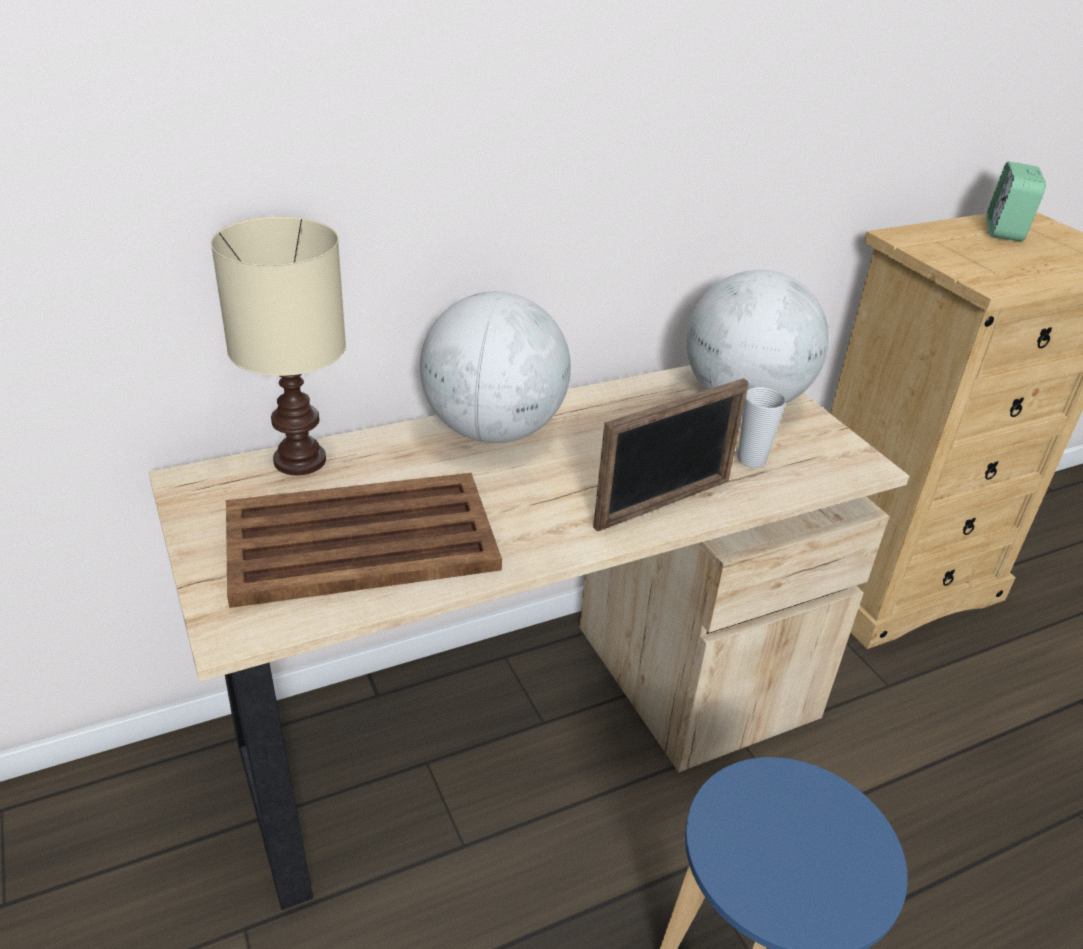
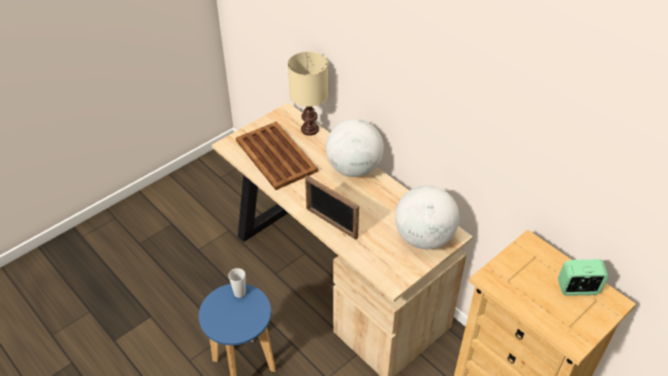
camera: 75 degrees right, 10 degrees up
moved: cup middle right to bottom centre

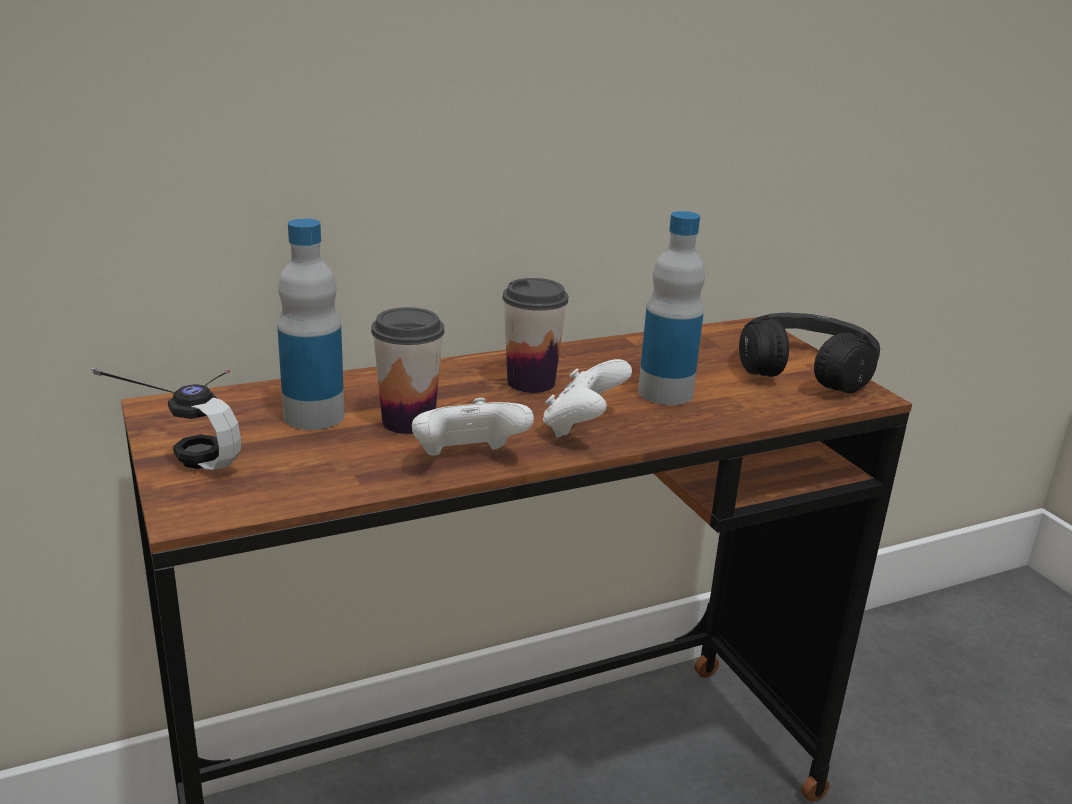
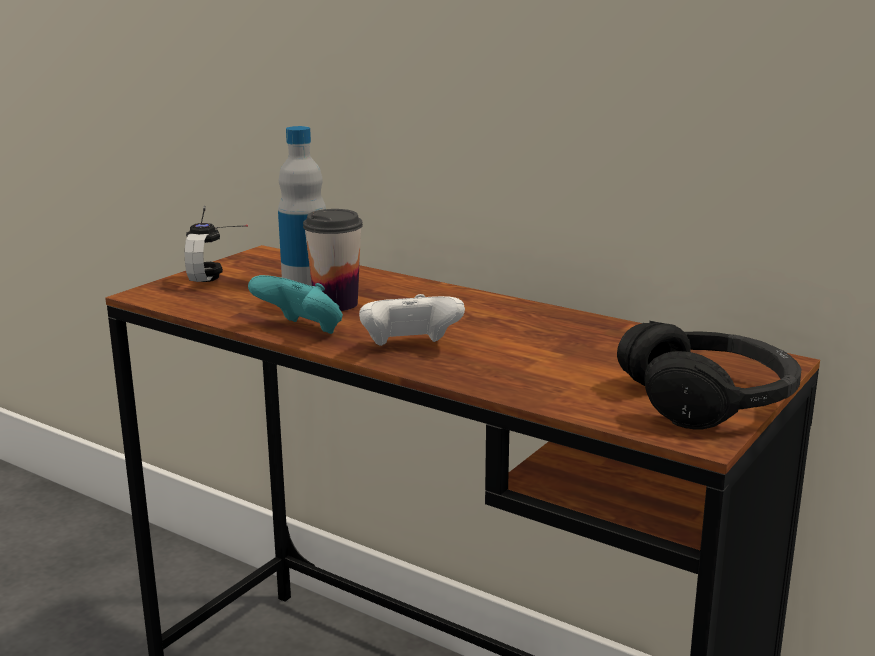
camera: 60 degrees right, 5 degrees down
removed: drink bottle (2nd from left) centre; cup (2nd from left) centre
recoloured: white gamepad (1st from left) centre to turquoise gamepad centre

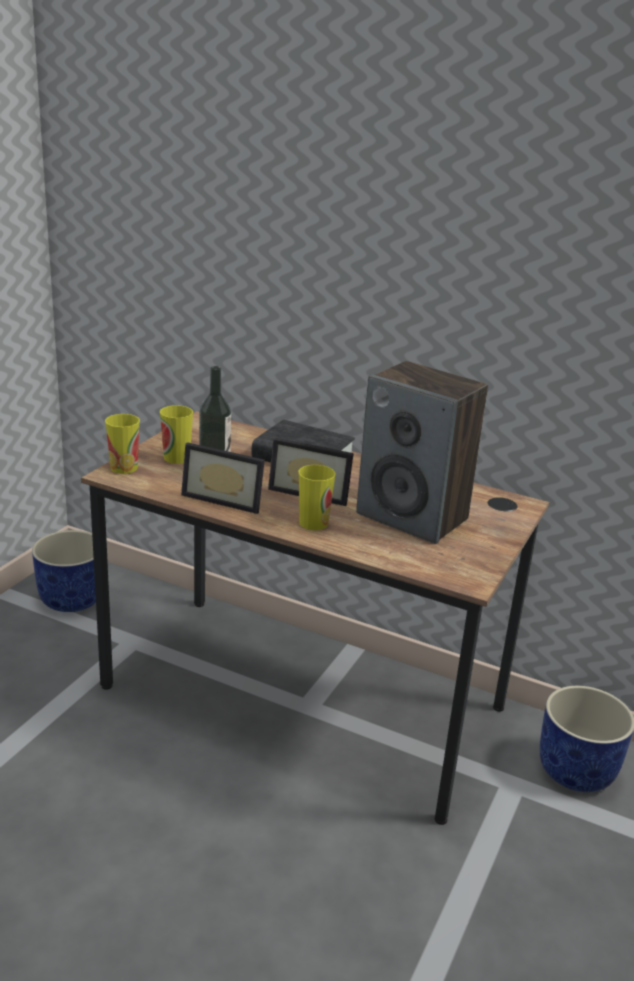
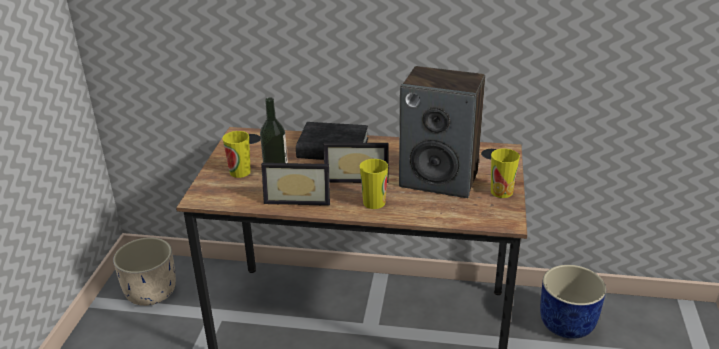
camera: 15 degrees left, 5 degrees up
moved: cup (1st from left in the first image) middle left to cup (3rd from left) middle right
recoloured: bluish plant pot (1st from left) middle left to sand-coloured plant pot bottom left

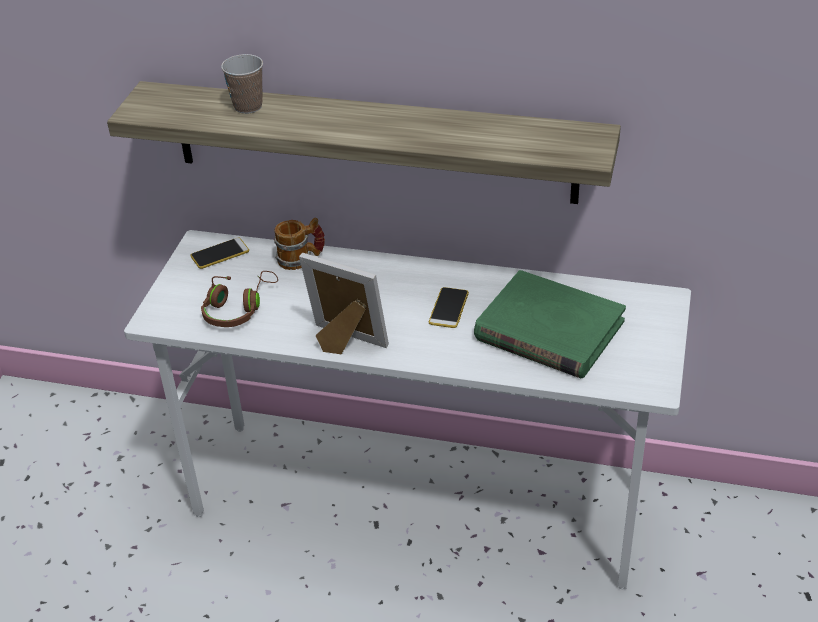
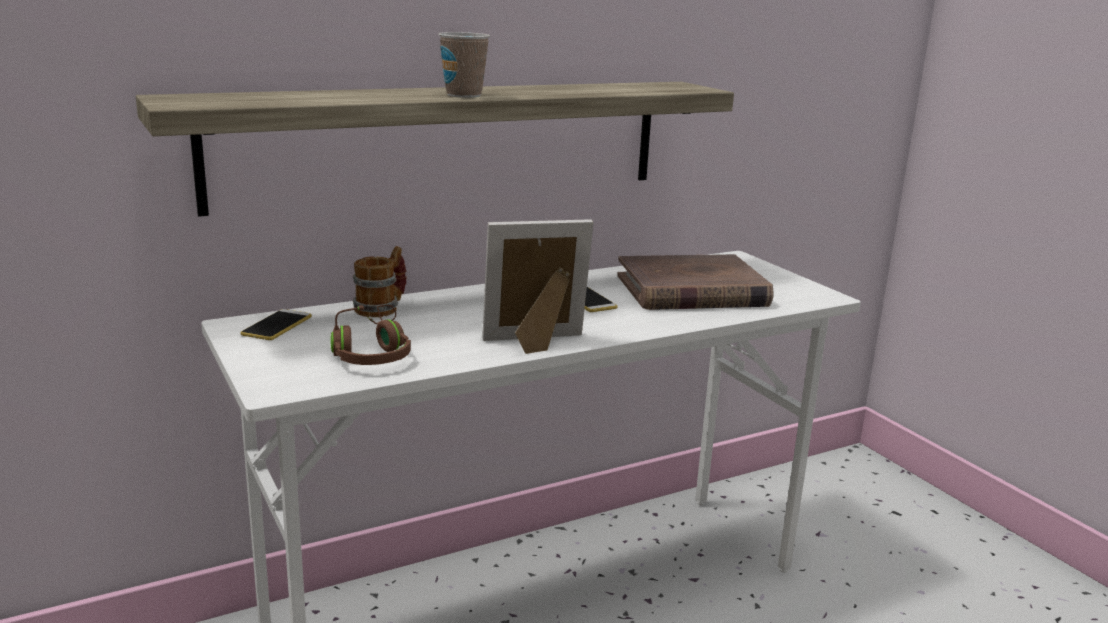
camera: 45 degrees left, 20 degrees down
moved: cup top left to top centre
recoloured: greenish volume middle right to brown volume centre

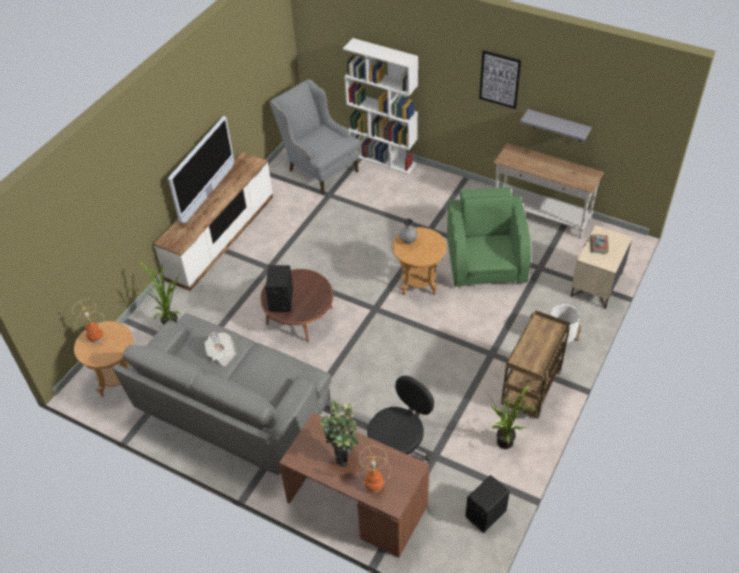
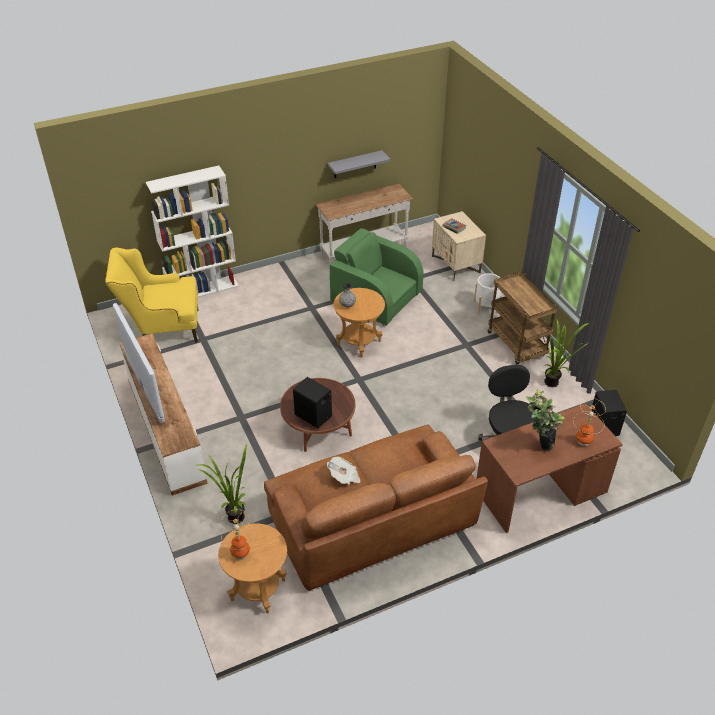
camera: 55 degrees left, 5 degrees down
removed: picture top right
recoloured: grey easy chair top centre to yellowish easy chair middle left; grey sofa bottom left to brown sofa bottom centre

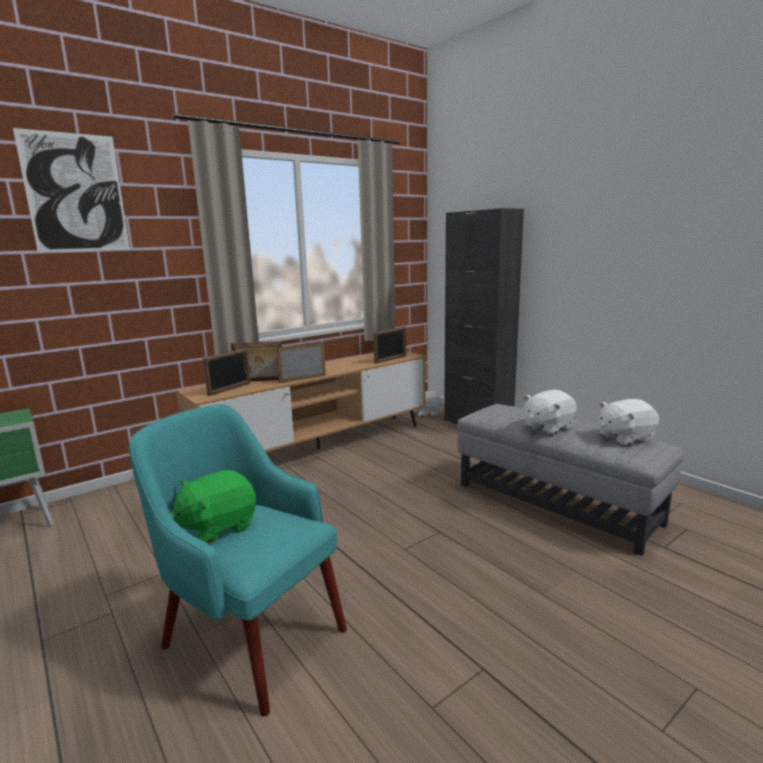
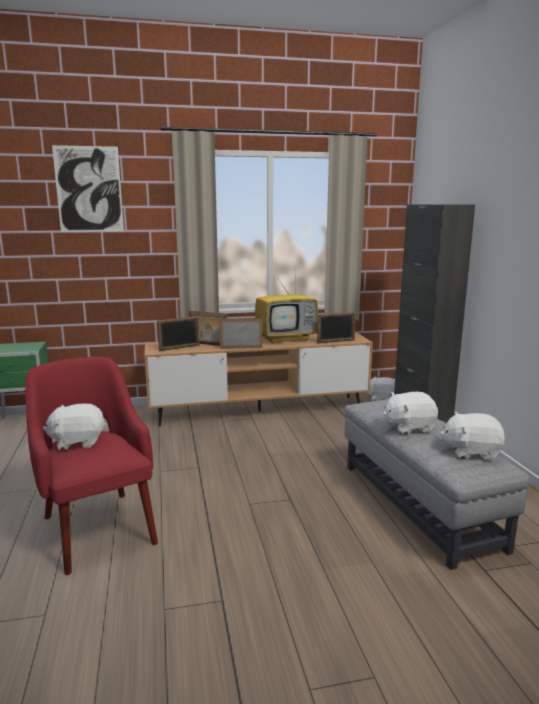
camera: 25 degrees right, 0 degrees up
added: TV set centre
recoloured: turquoise easy chair bottom left to red-coloured easy chair middle left; greenish soft toy middle left to white soft toy (1st from left) middle left

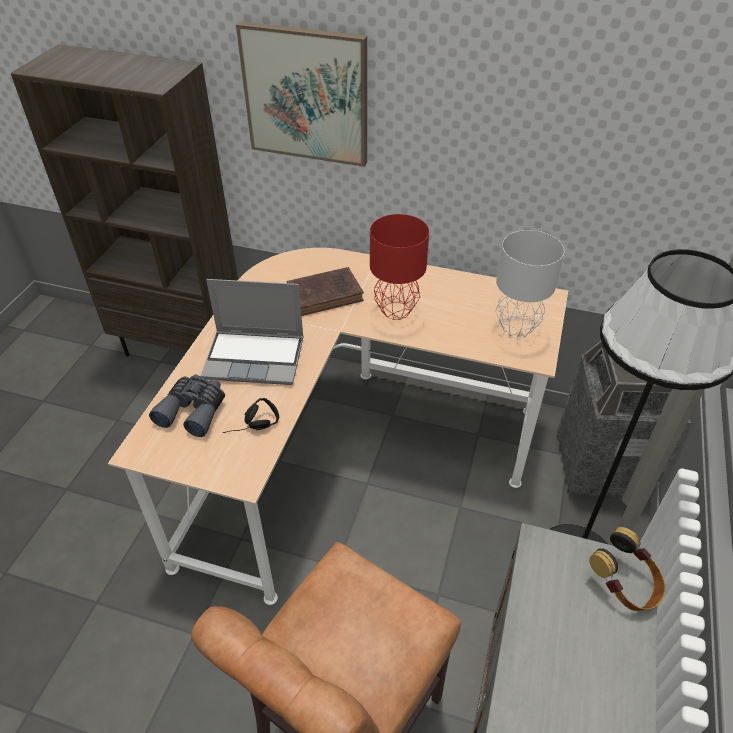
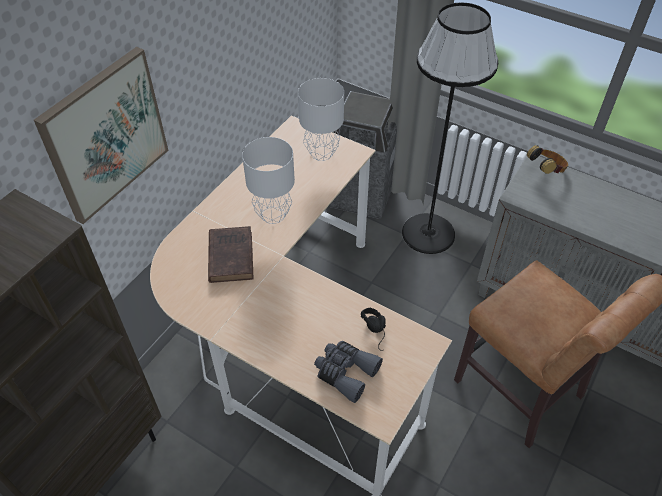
camera: 75 degrees left, 5 degrees up
removed: laptop centre
recoloured: red-coloured table lamp centre to grey table lamp (1st from left) centre

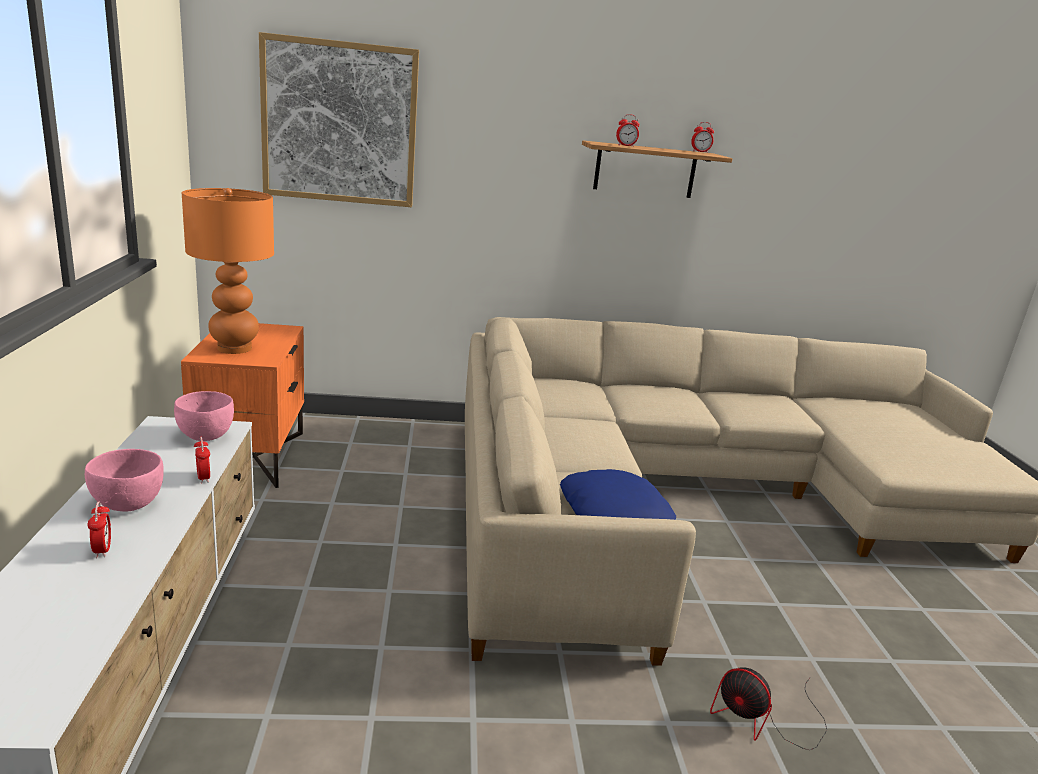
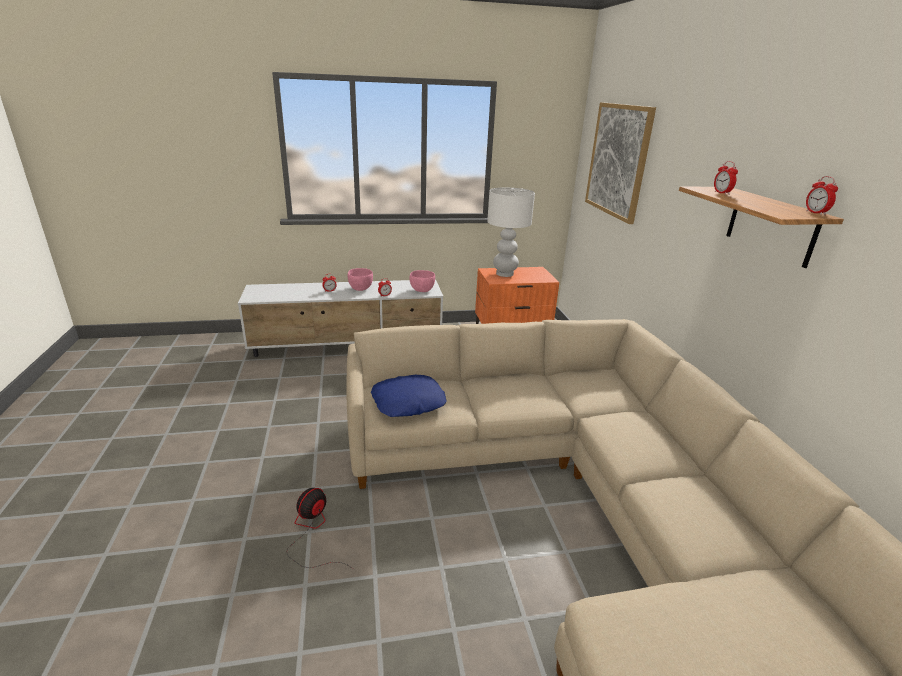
camera: 85 degrees right, 5 degrees up
recoloured: orange table lamp middle left to white table lamp centre

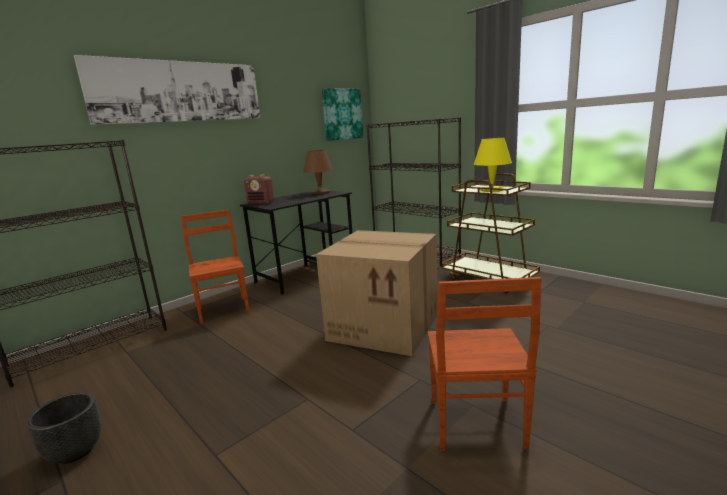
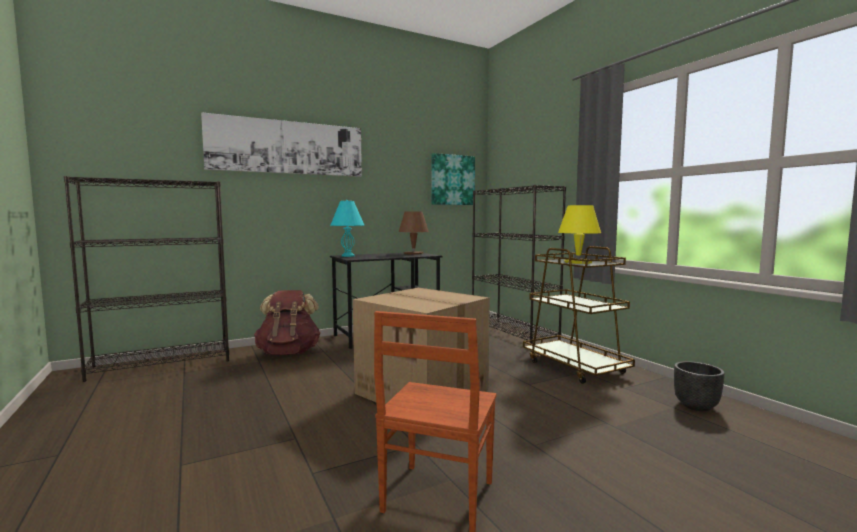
camera: 15 degrees right, 10 degrees down
moved: blackish plant pot bottom left to bottom right
replaced: radio set centre to turquoise table lamp centre; brown plain chair (1st from left) middle left to brown backpack centre

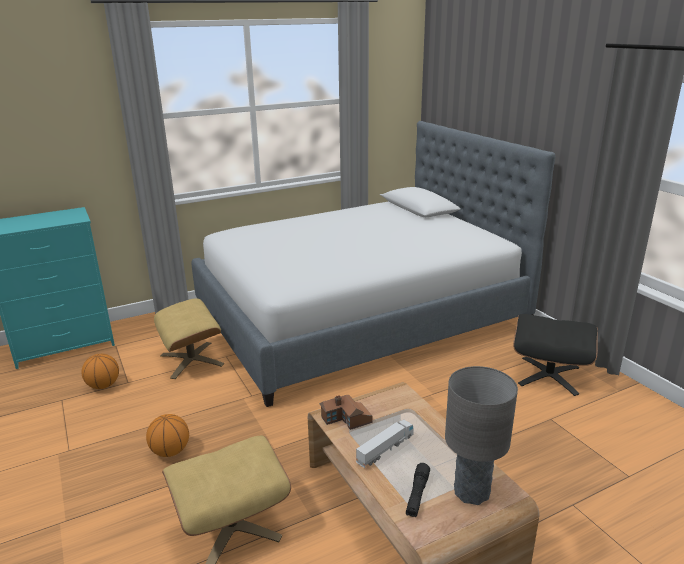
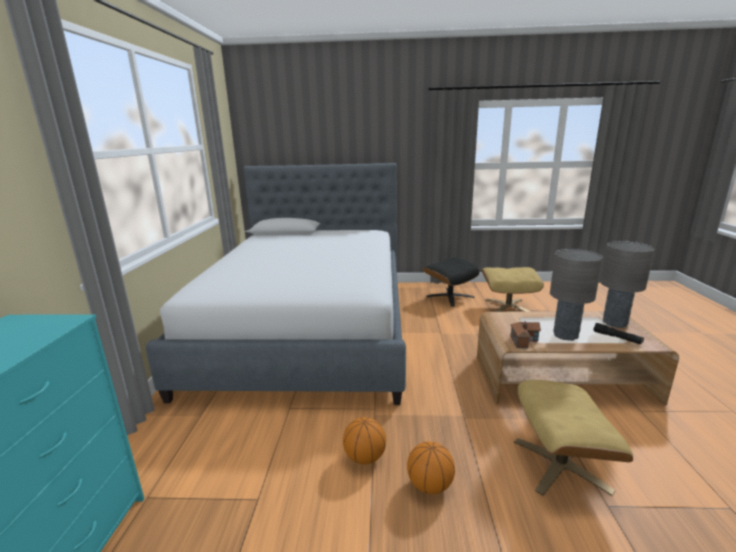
camera: 60 degrees left, 5 degrees down
moved: sand-coloured footrest (1st from left) middle left to middle right; basketball ball (1st from left) middle left to bottom centre
replaced: model truck bottom centre to grey table lamp (1st from left) middle right

